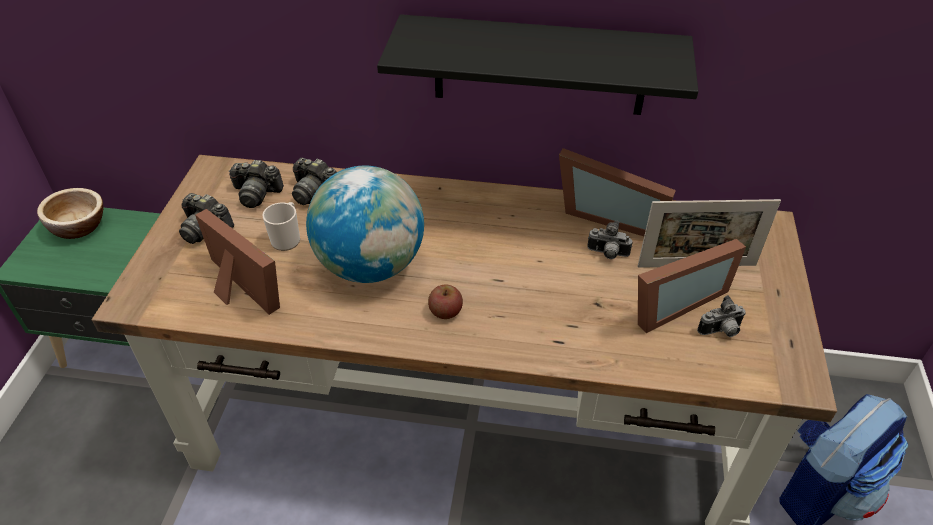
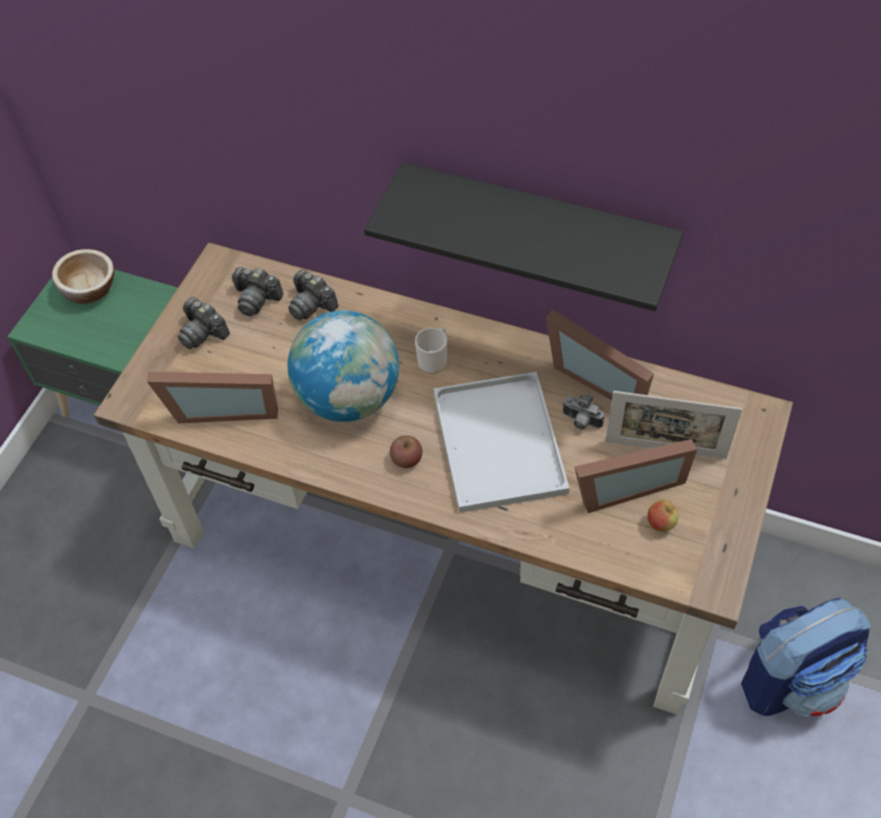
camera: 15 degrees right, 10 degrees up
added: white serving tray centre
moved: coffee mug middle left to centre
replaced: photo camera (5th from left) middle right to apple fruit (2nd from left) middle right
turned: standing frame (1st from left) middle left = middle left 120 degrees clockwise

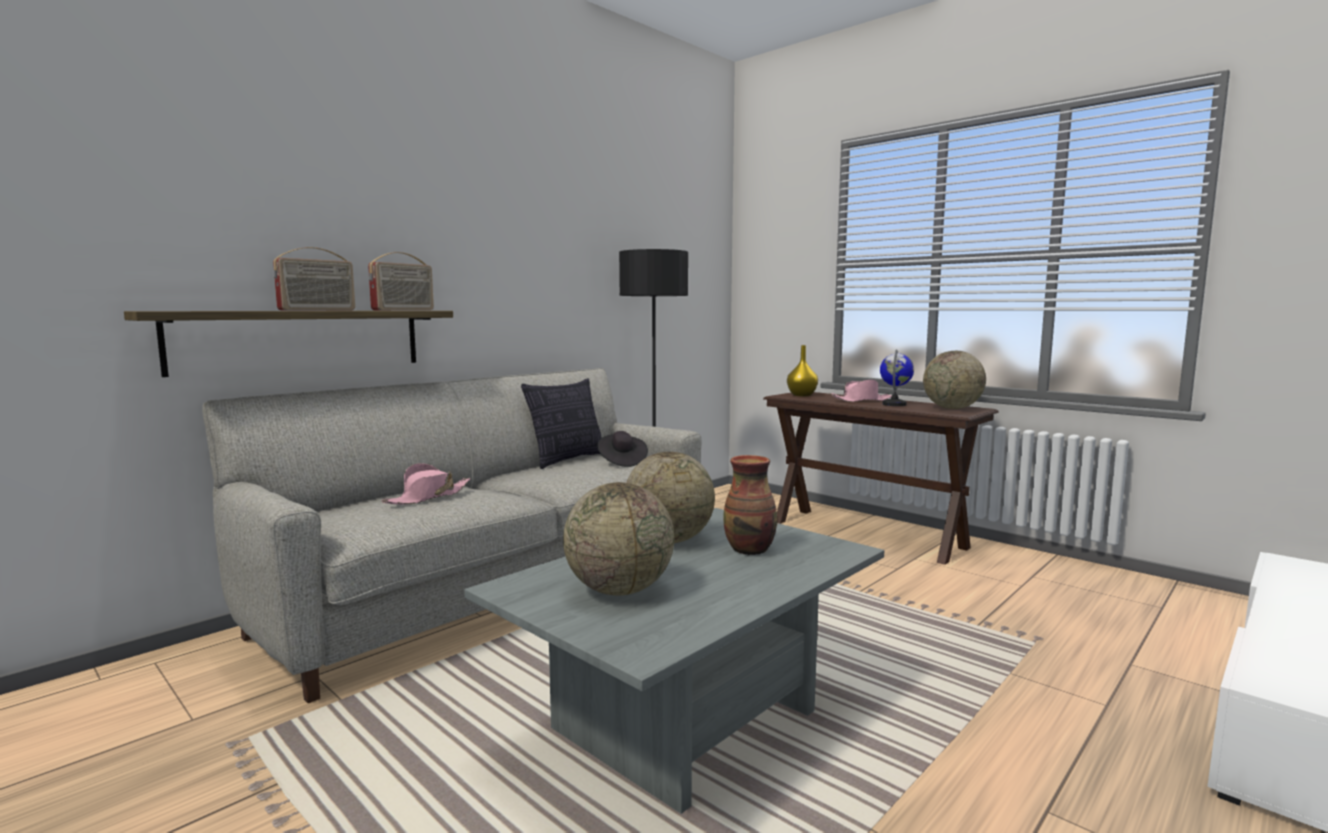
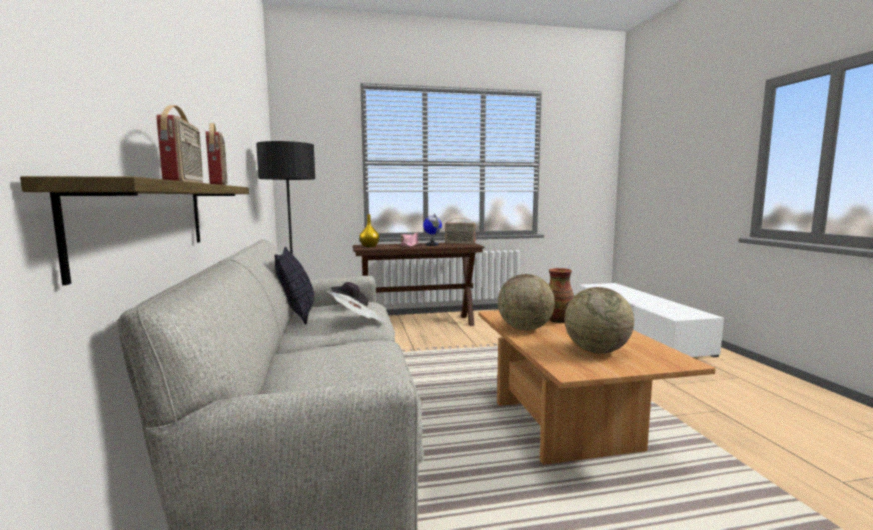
camera: 55 degrees left, 0 degrees up
removed: pink wearable hat (1st from left) middle left
added: printed paper centre
replaced: world globe (4th from left) middle right to radio set (3rd from left) centre
recoloured: grey coffee table bottom centre to brown coffee table bottom right

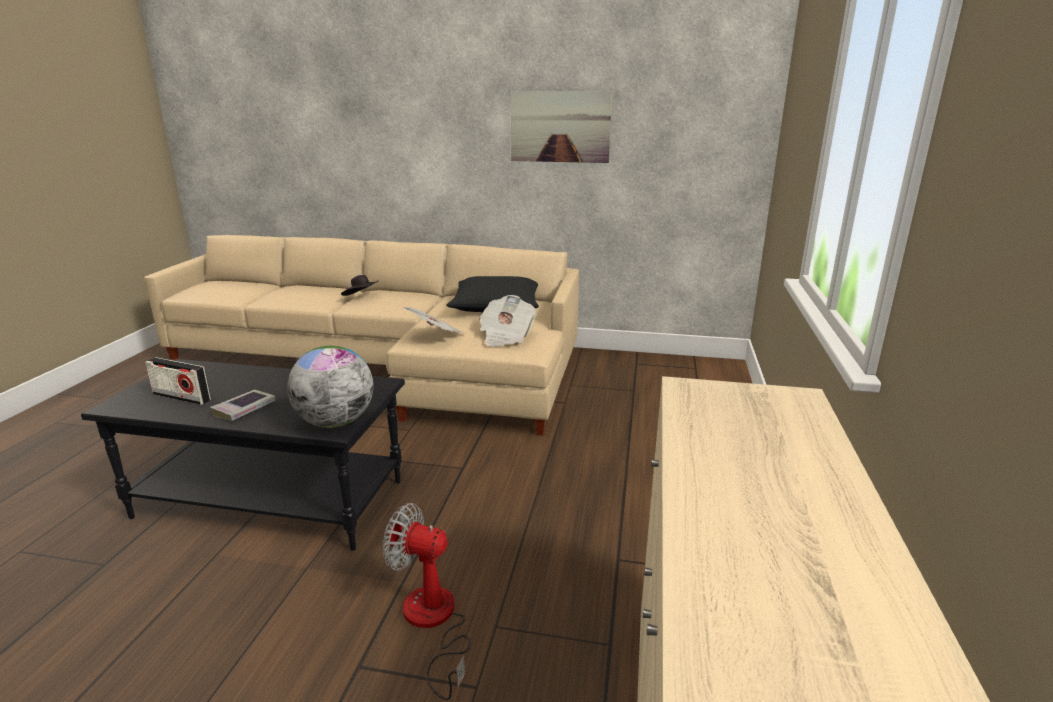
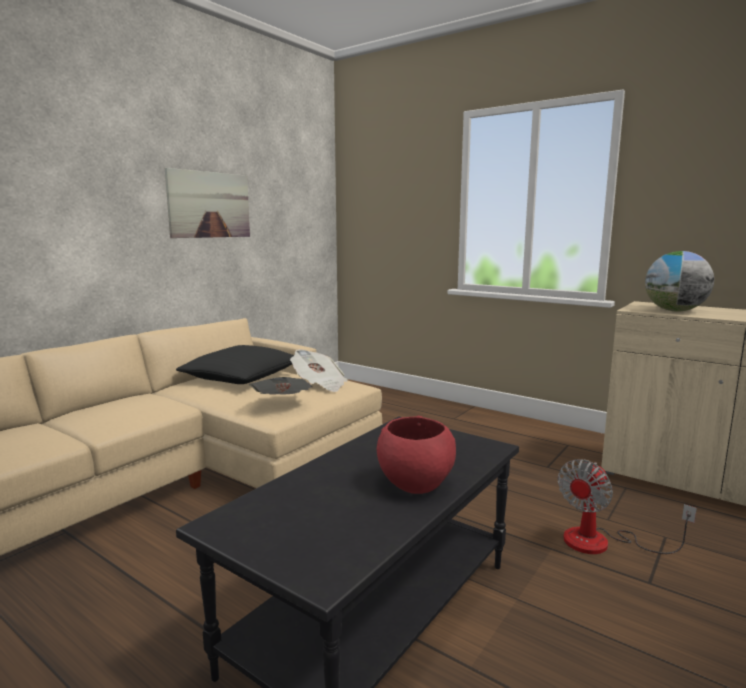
camera: 65 degrees left, 10 degrees down
removed: blackish wearable hat centre; radio set middle left
moved: world globe middle left to middle right
replaced: volume middle left to red-coloured bowl centre

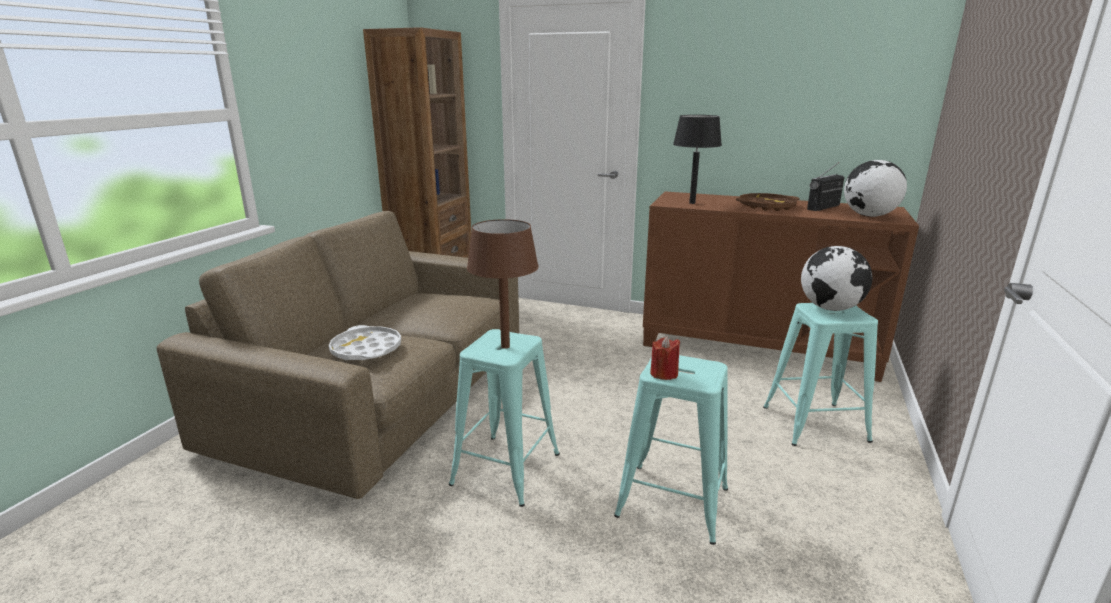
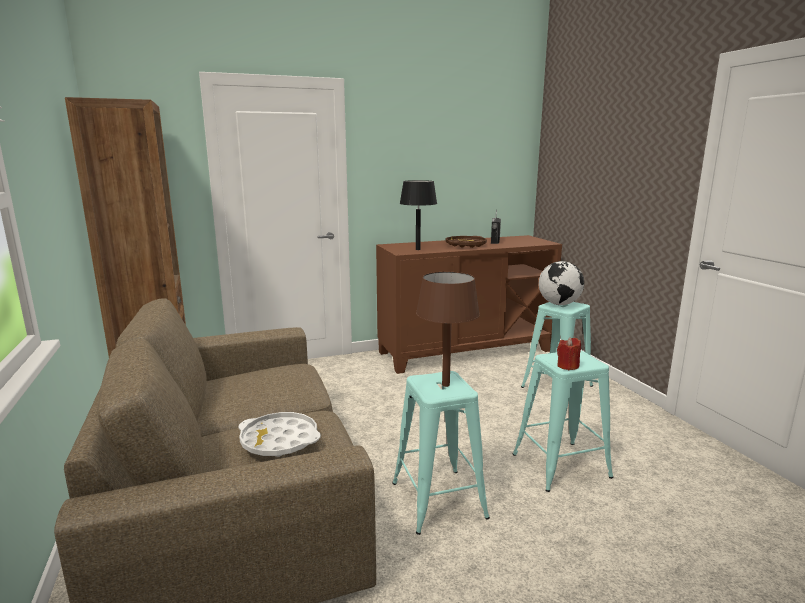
camera: 40 degrees left, 5 degrees down
removed: world globe (2nd from left) top right

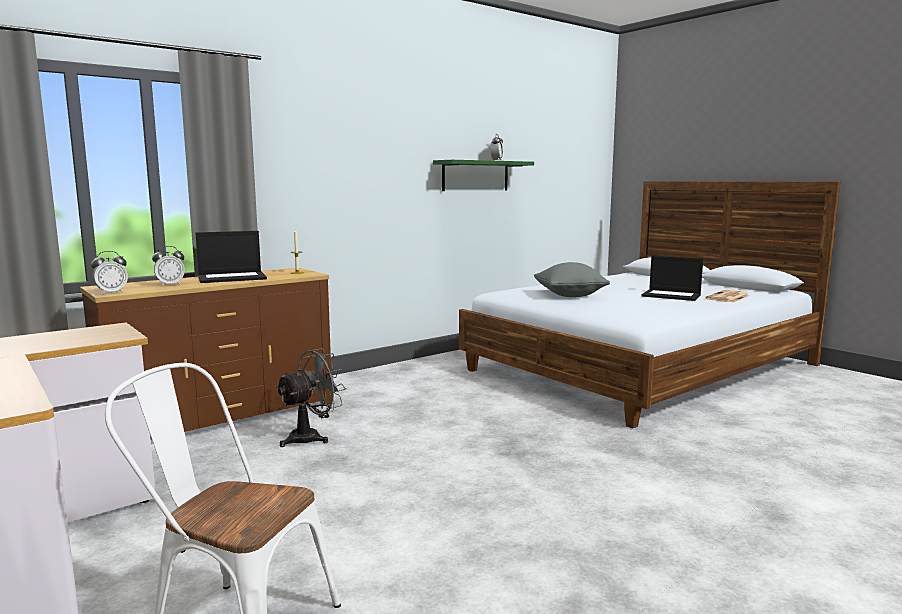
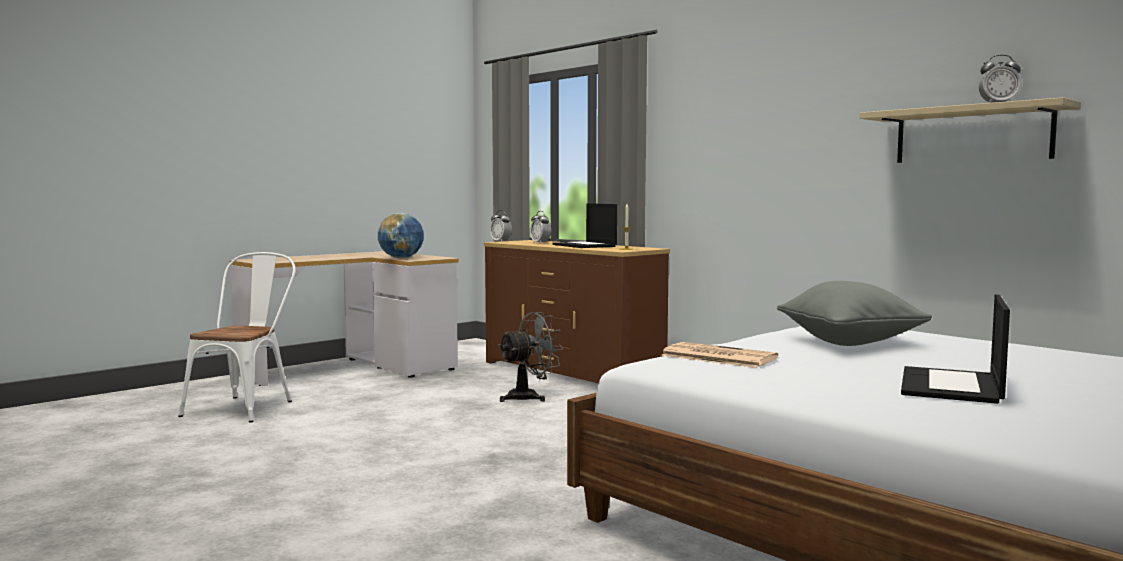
camera: 85 degrees right, 5 degrees down
added: world globe centre
moved: printed paper middle right to centre
recoloured: greenish bracket shelf top centre to sand-coloured bracket shelf top right
turned: grey electric fan centre = centre 75 degrees counterclockwise

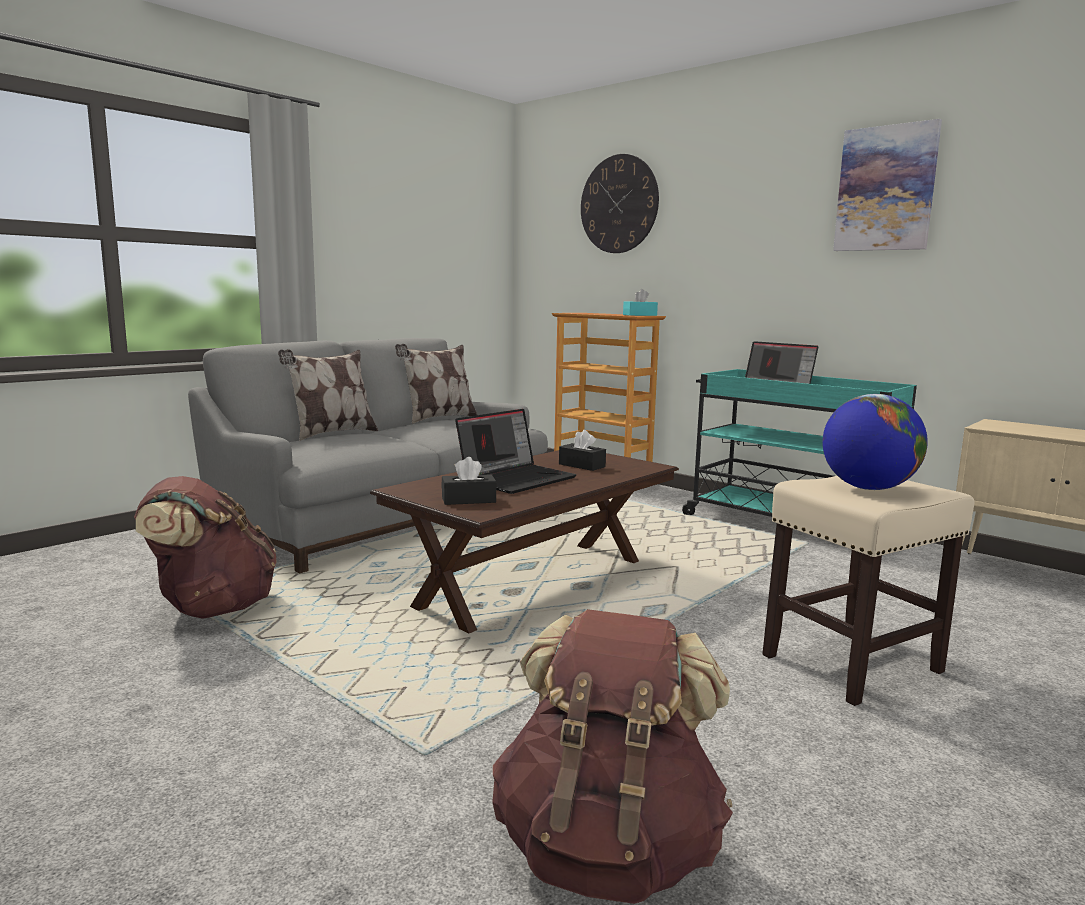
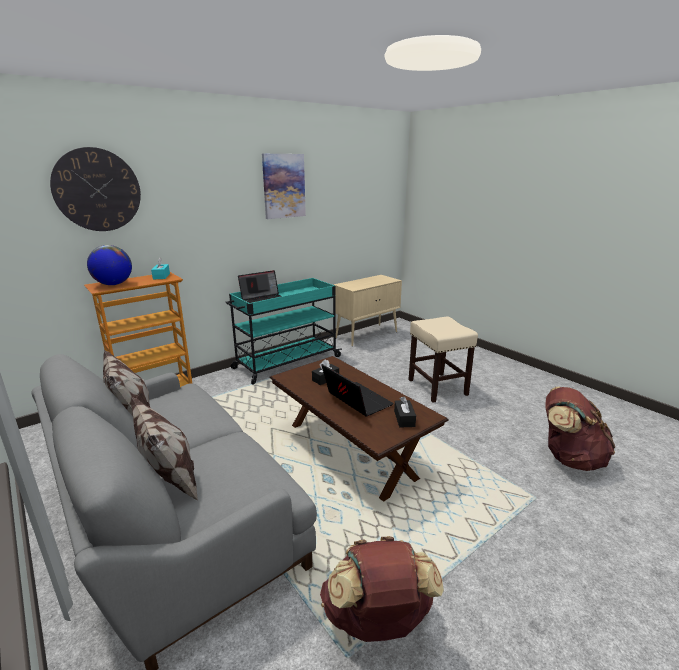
camera: 80 degrees left, 10 degrees up
moved: world globe middle right to middle left

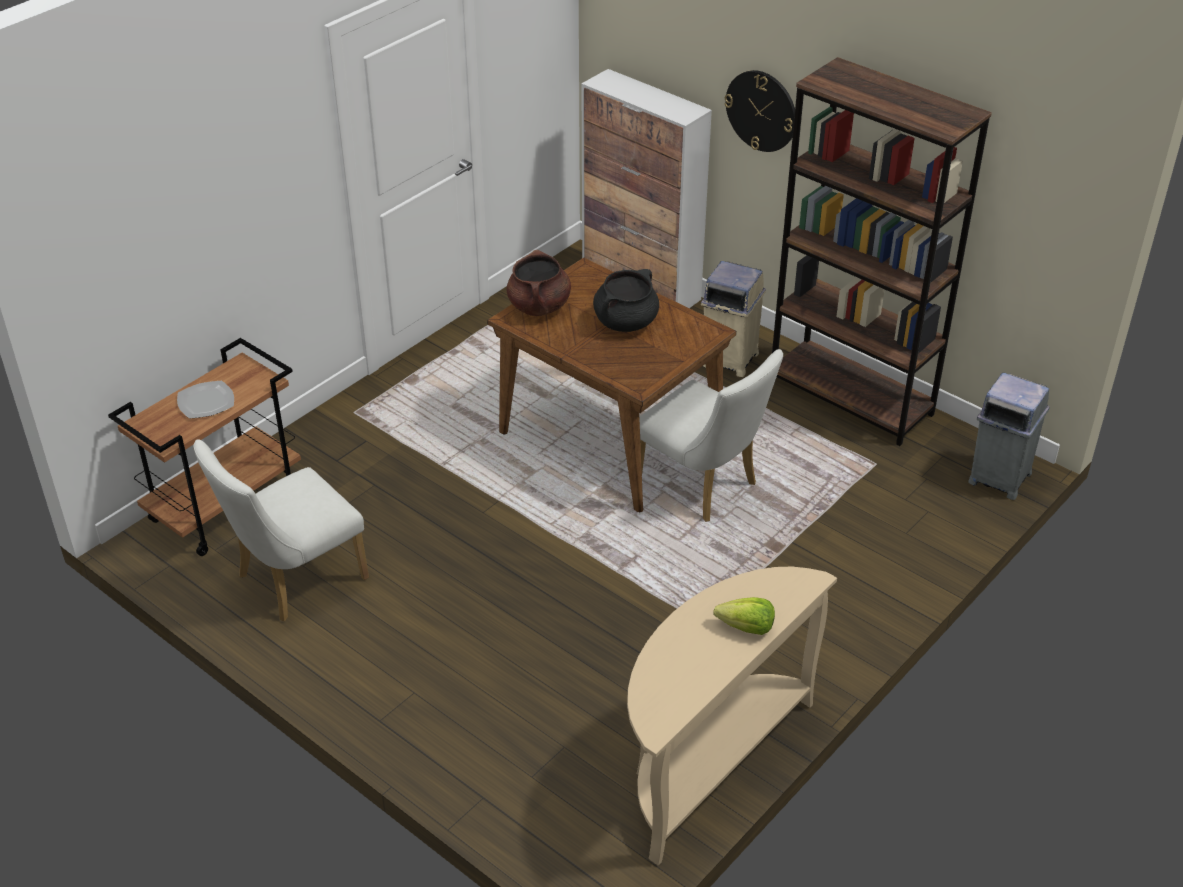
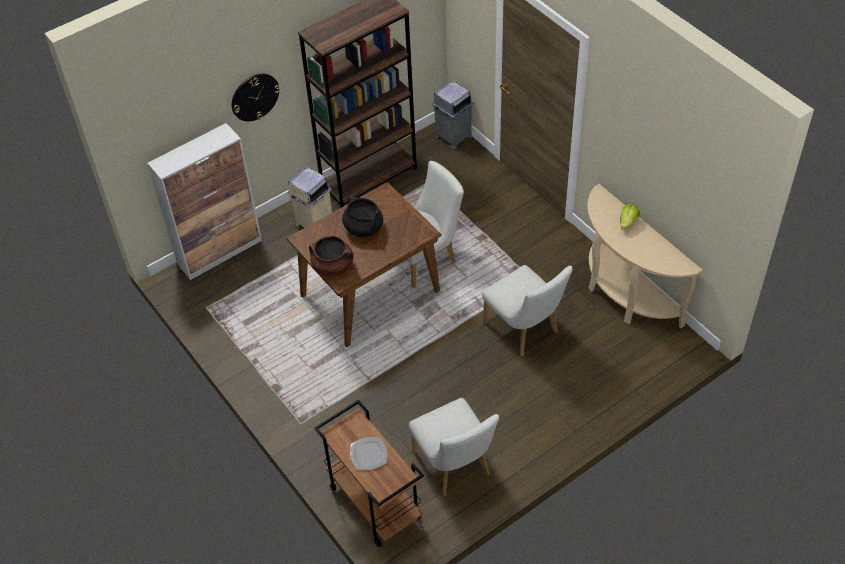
camera: 75 degrees left, 10 degrees up
added: white plain chair (3rd from left) centre

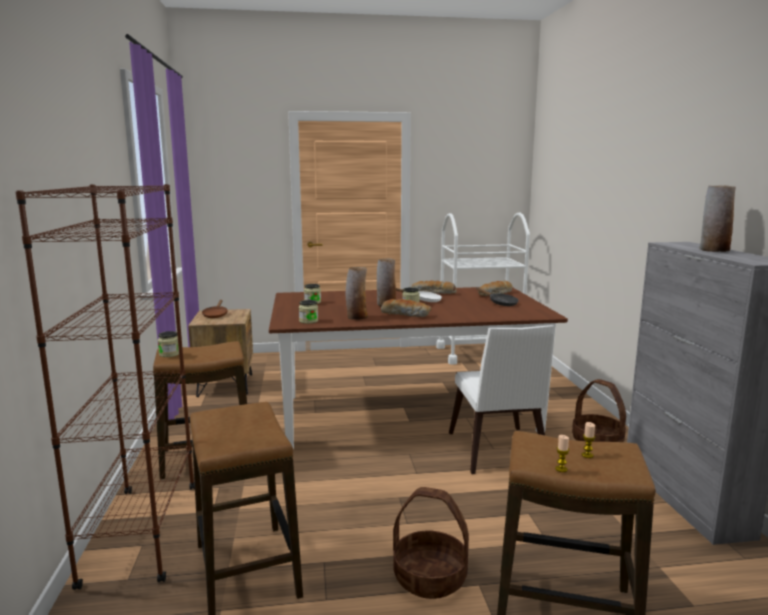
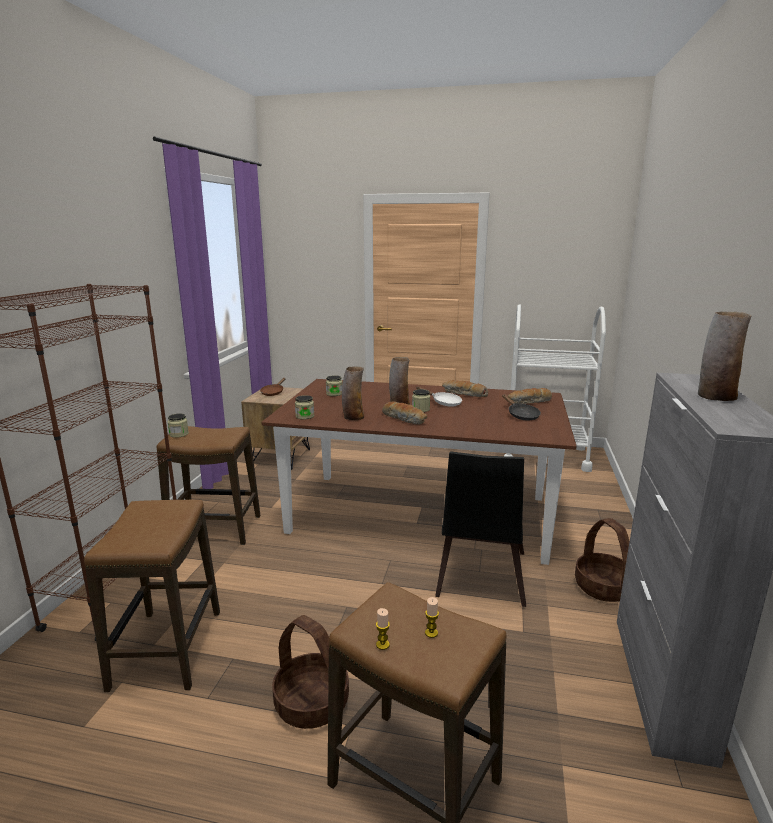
camera: 20 degrees right, 5 degrees up
recoloured: white plain chair centre to blackish plain chair centre

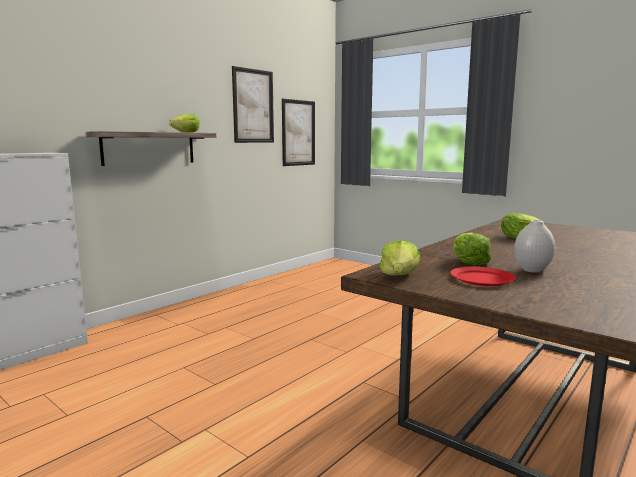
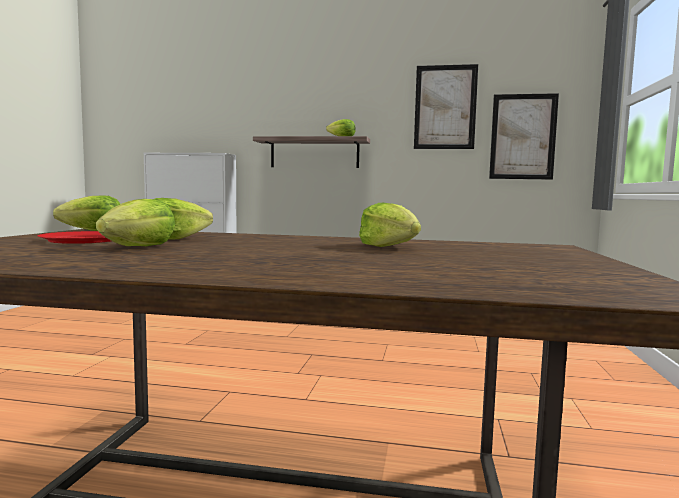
camera: 60 degrees right, 5 degrees down
replaced: white decorative vase middle right to lettuce head (2nd from left) middle left

